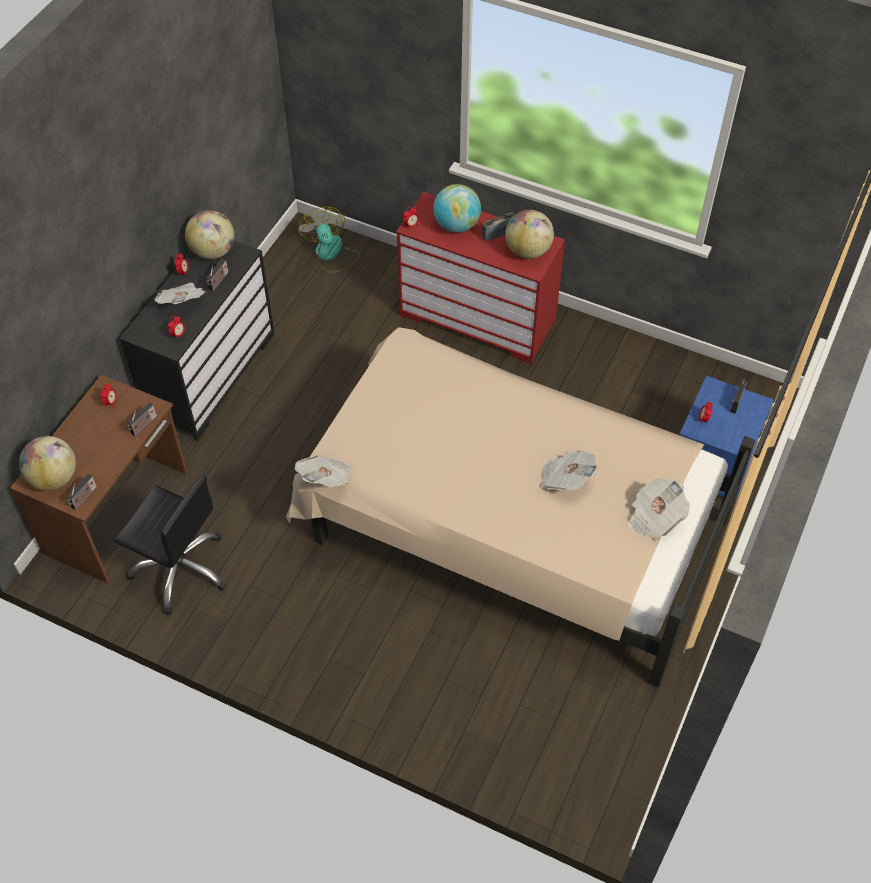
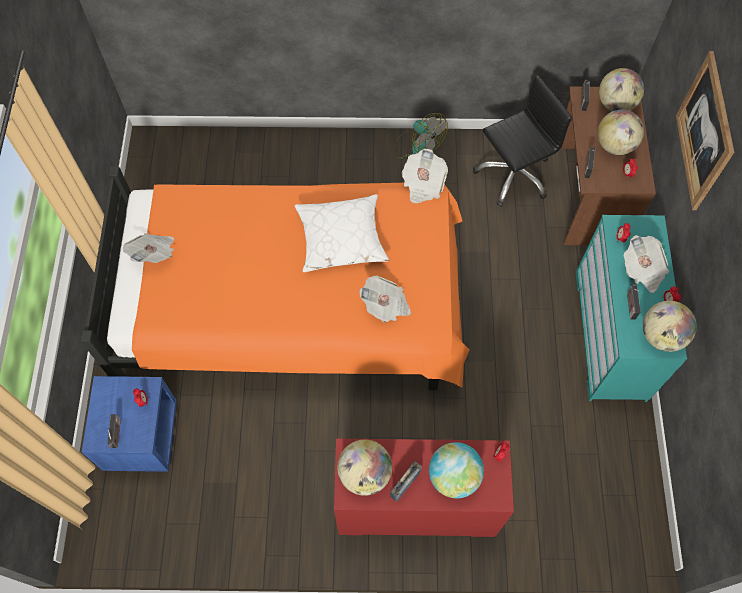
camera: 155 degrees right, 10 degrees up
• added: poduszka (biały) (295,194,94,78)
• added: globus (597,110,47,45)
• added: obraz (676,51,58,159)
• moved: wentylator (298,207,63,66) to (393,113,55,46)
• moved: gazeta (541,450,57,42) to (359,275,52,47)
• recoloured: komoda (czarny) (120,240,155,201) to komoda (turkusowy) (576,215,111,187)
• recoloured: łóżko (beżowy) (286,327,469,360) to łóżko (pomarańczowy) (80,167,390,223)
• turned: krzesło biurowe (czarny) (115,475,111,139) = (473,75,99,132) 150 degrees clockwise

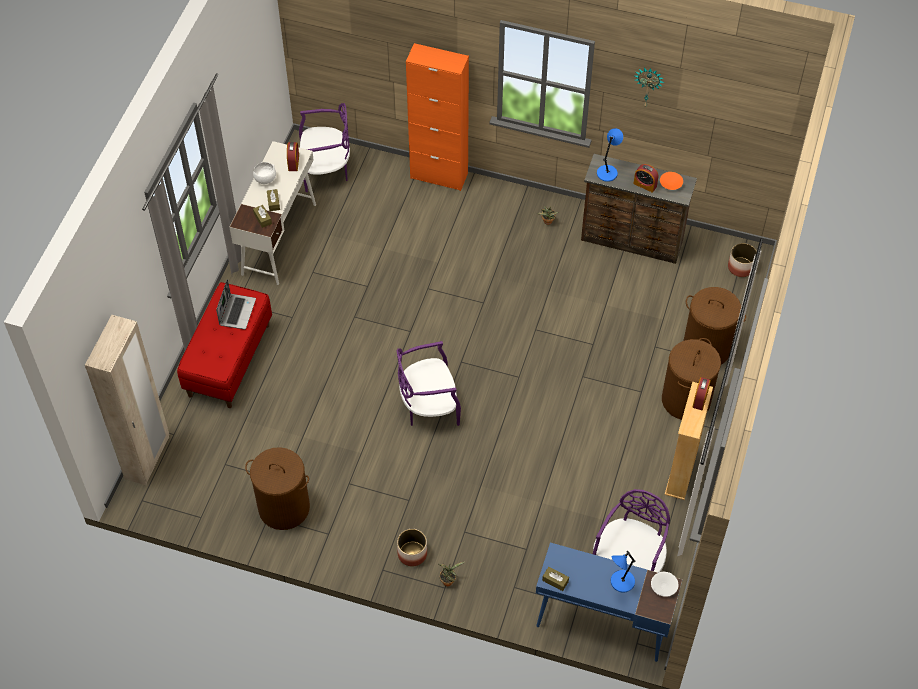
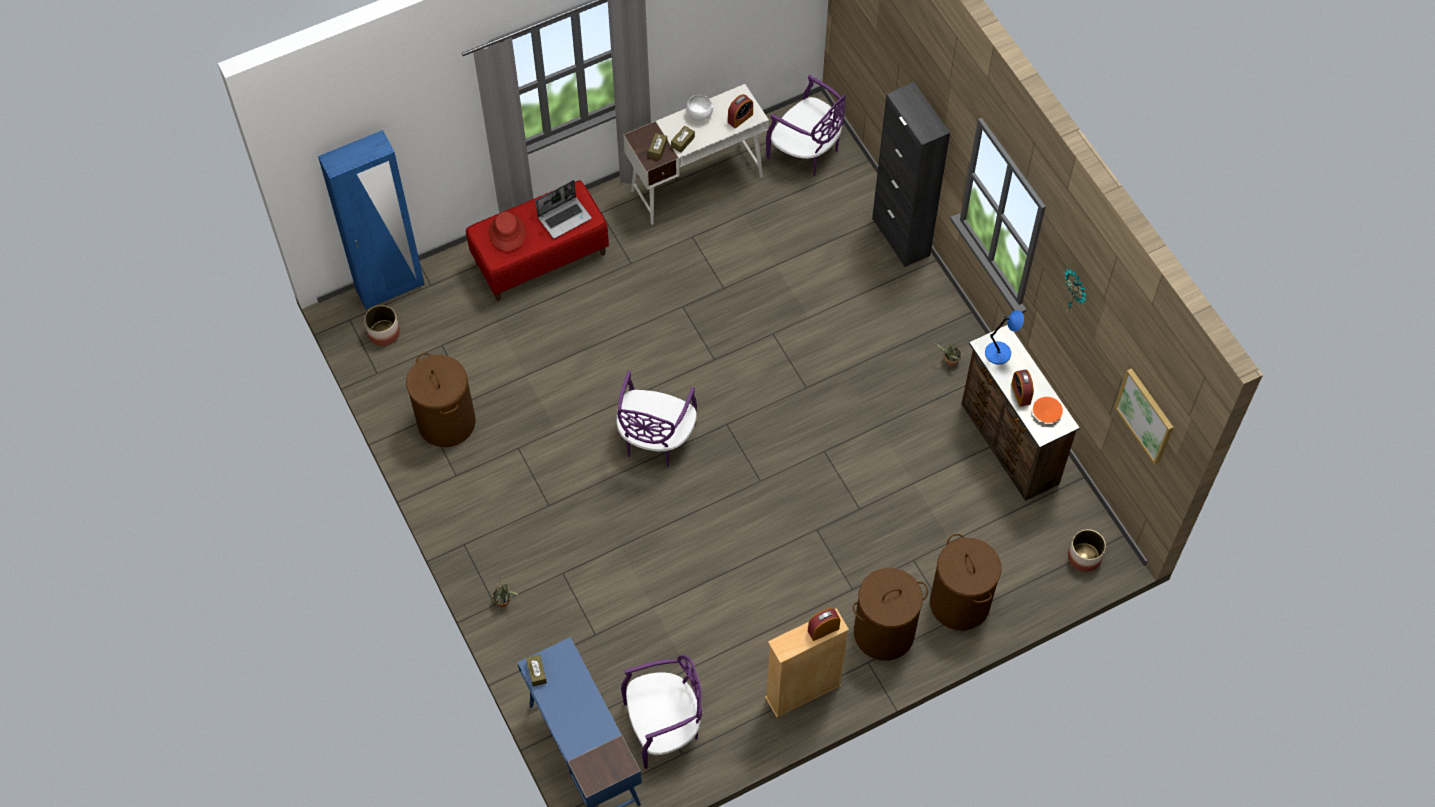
camera: 45 degrees right, 5 degrees up
• removed: lampa stołowa (niebieski) (611,550,25,43)
• removed: miska (biały) (651,572,28,25)
• added: kapelusz (czerwony) (489,212,37,39)
• added: obraz (1115,368,58,97)
• moved: donica (397,529,30,37) to (364,305,36,41)
• recoloured: szafa (beżowy) (85,315,85,170) to szafa (niebieski) (318,130,107,180)
• recoloured: szafka (pomarańczowy) (406,43,63,148) to szafka (czarny) (872,82,78,185)
• turned: krzesło (fioletowy) (396,341,65,85) = (616,371,81,96) 105 degrees counterclockwise

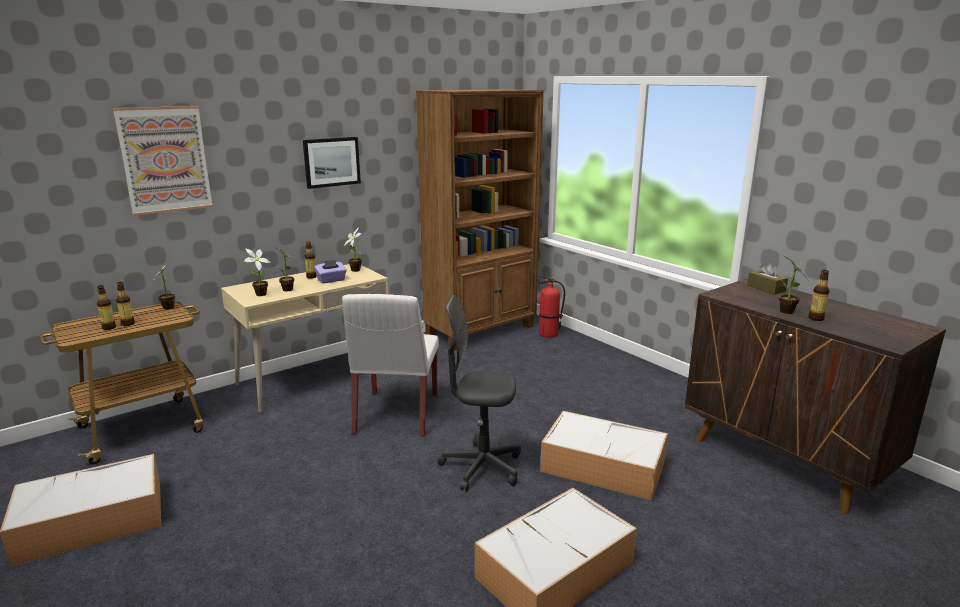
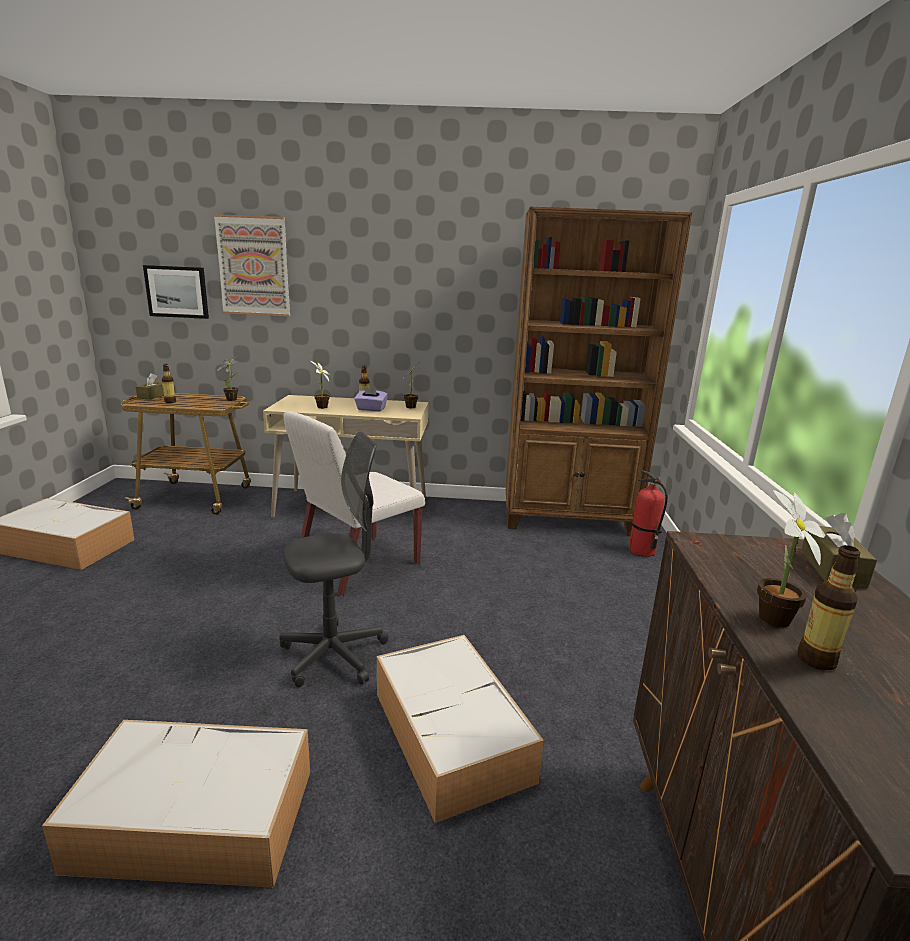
camera: 40 degrees right, 0 degrees up
• removed: butelka (116,282,19,44)
• removed: roślina doniczkowa (244,249,27,47)
• added: pudełko chusteczek (brązowy) (136,373,28,27)
• moved: obraz (303,137,58,52) to (143,265,66,54)
• turned: krzesło biurowe (szary) (438,294,83,197) = (279,431,109,256) 105 degrees clockwise

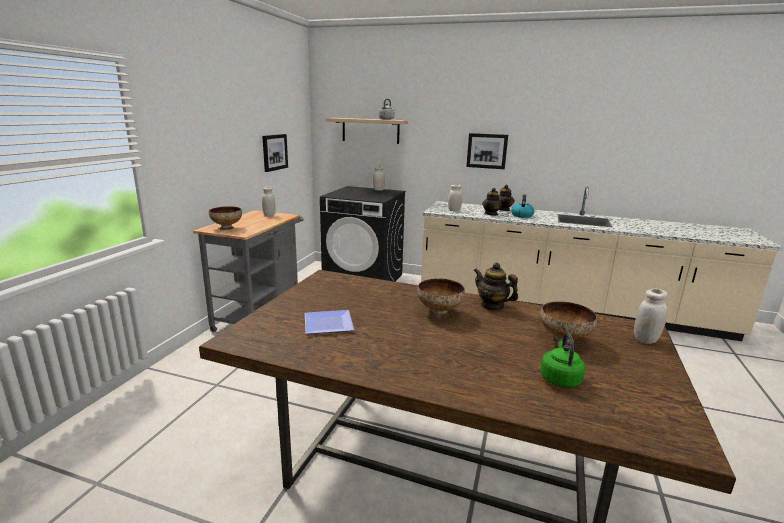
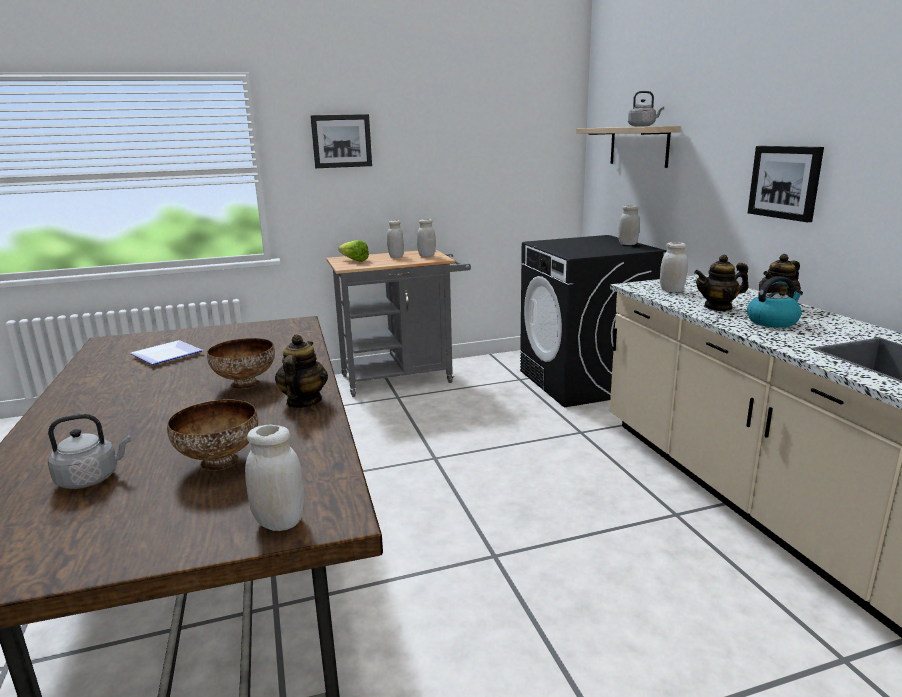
camera: 55 degrees right, 0 degrees up
• added: słoik (biały) (387,220,17,38)
• moved: obraz (262,134,26,38) to (310,114,62,54)
• replaced: miska (209,206,33,24) to sałata (338,240,31,22)
• recoloured: czajnik (zielony) (541,332,44,56) to czajnik (szary) (48,414,83,75)

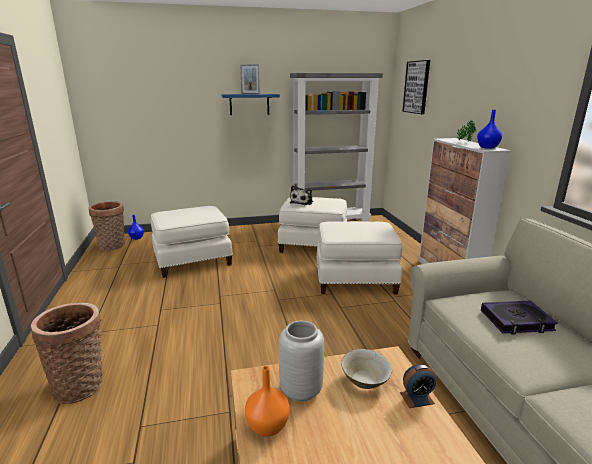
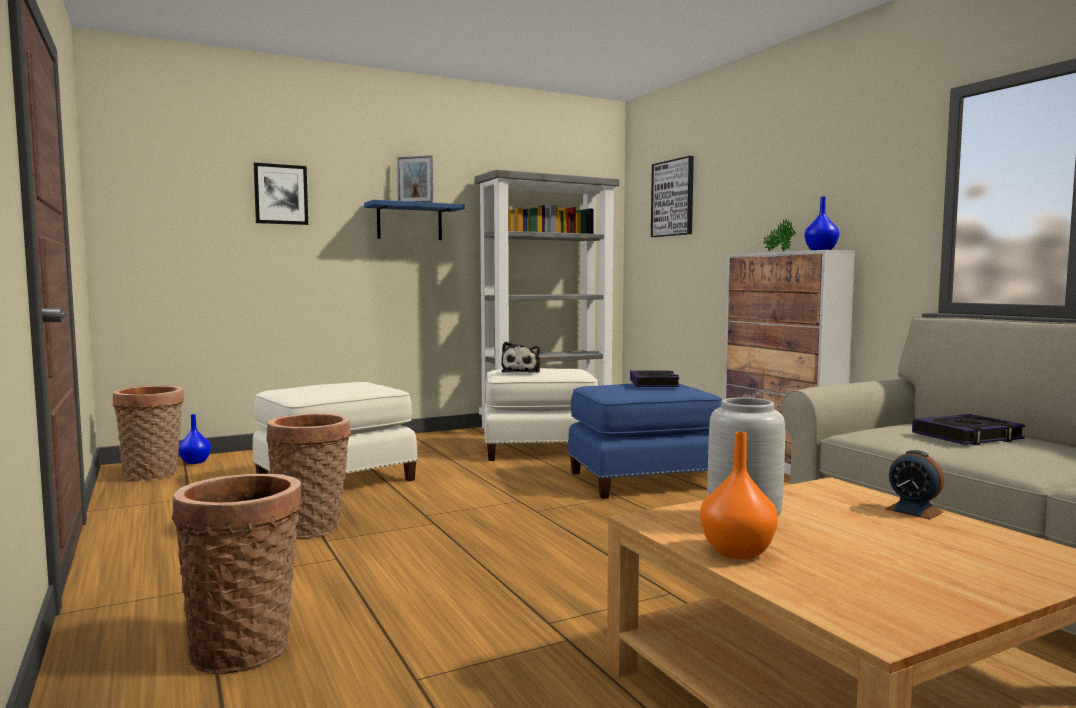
camera: 15 degrees left, 15 degrees down
• removed: miska (beżowy) (341,349,51,40)
• added: obraz (254,163,54,62)
• added: koszyk (266,413,85,126)
• added: książka (630,370,49,17)
• recoloured: pufa (biały) (316,221,86,74) to pufa (niebieski) (567,384,155,115)
• turned: budzik (400,364,36,44) = (886,450,58,70) 75 degrees clockwise

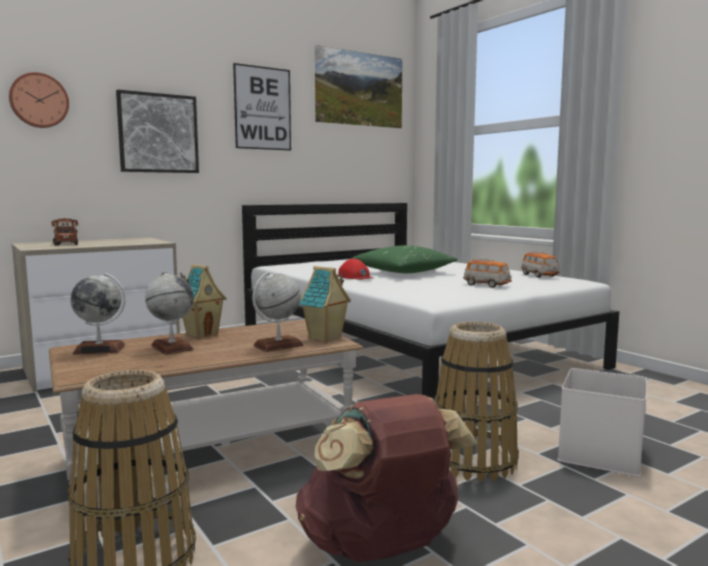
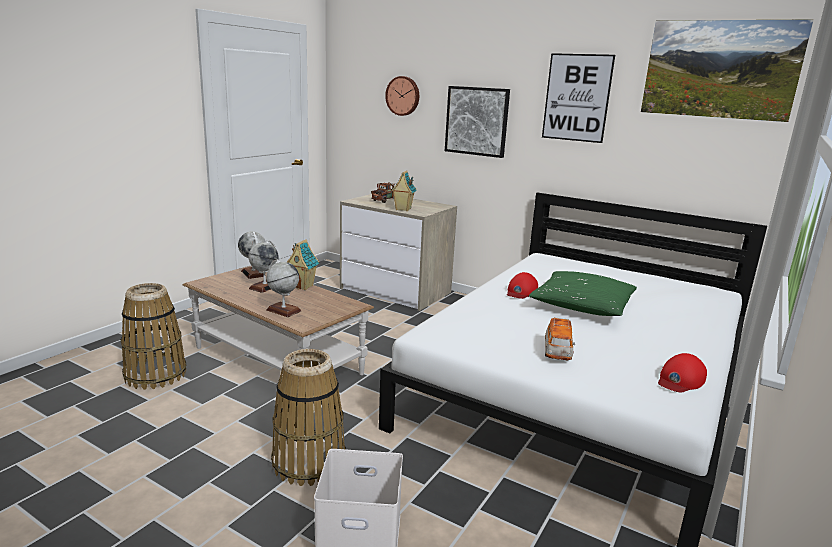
camera: 65 degrees right, 10 degrees up
• removed: plecak (brązowy) (296,394,182,168)
• moved: domek (299,266,52,76) to (391,170,26,41)
• replaced: samochodzik (521,251,39,27) to czapka z daszkiem (czerwony) (658,353,49,39)

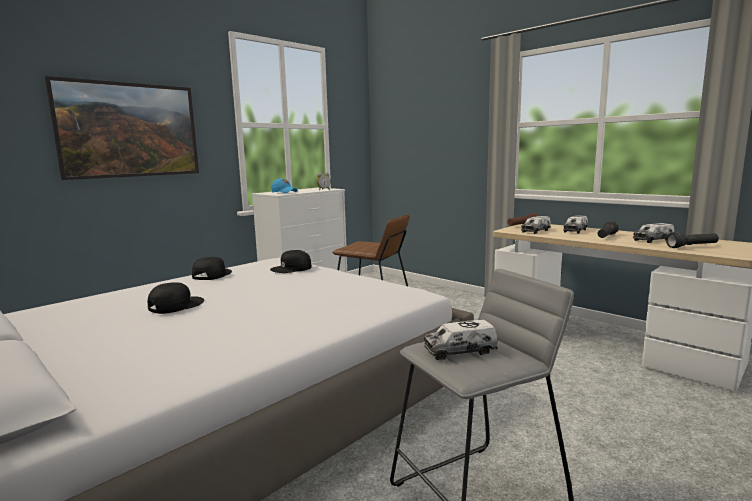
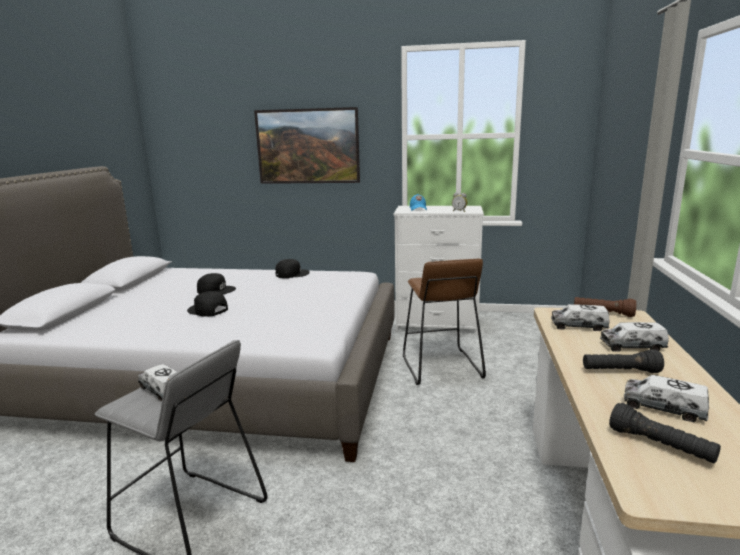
camera: 55 degrees right, 5 degrees up
• moved: czapka z daszkiem (czarny) (270,250,41,23) to (187,291,41,26)

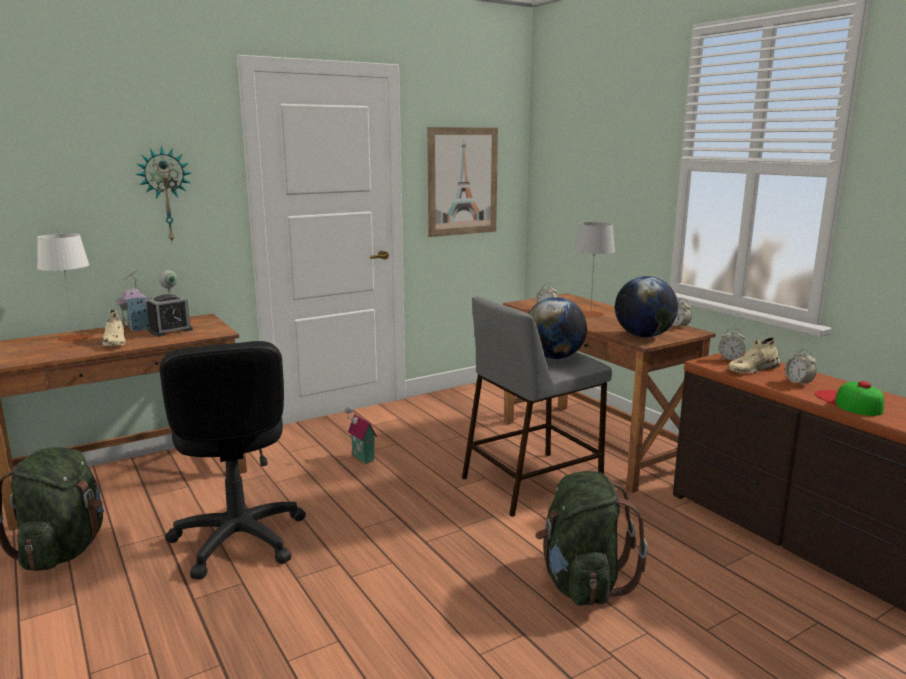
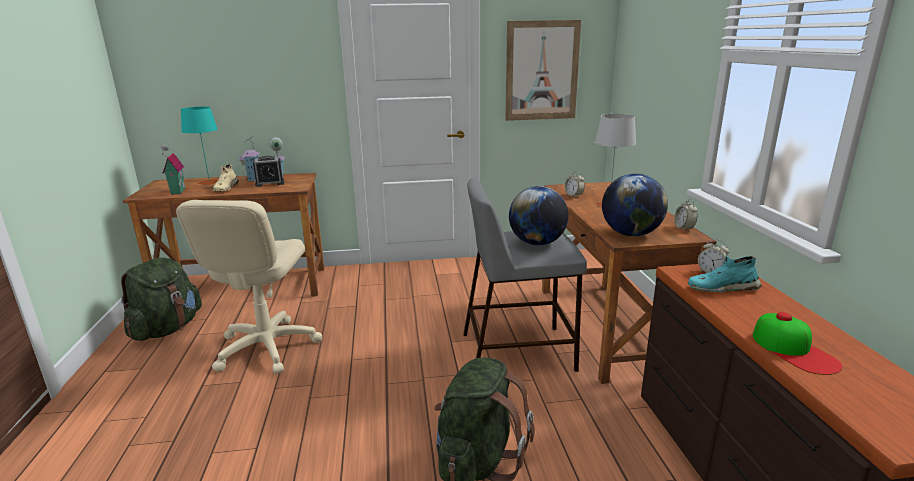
camera: 25 degrees right, 5 degrees up
• removed: zegar ścienny (136,146,55,96)
• removed: budzik (785,349,31,36)
• moved: domek (345,407,32,57) to (160,145,25,50)
• recoloured: lampa stołowa (biały) (37,233,55,109) to lampa stołowa (turkusowy) (181,107,38,78)
• recoloured: krzesło biurowe (czarny) (160,341,146,238) to krzesło biurowe (beżowy) (176,200,146,174)
• recoloured: but (beżowy) (728,337,53,36) to but (turkusowy) (688,255,74,37)
• turned: czapka z daszkiem (814,381,70,35) = (753,312,89,63) 150 degrees clockwise

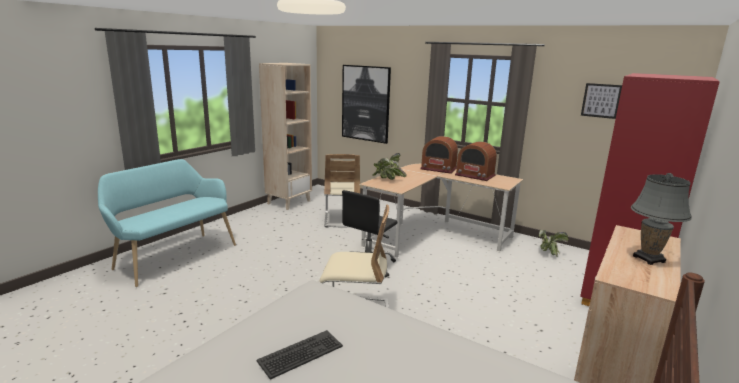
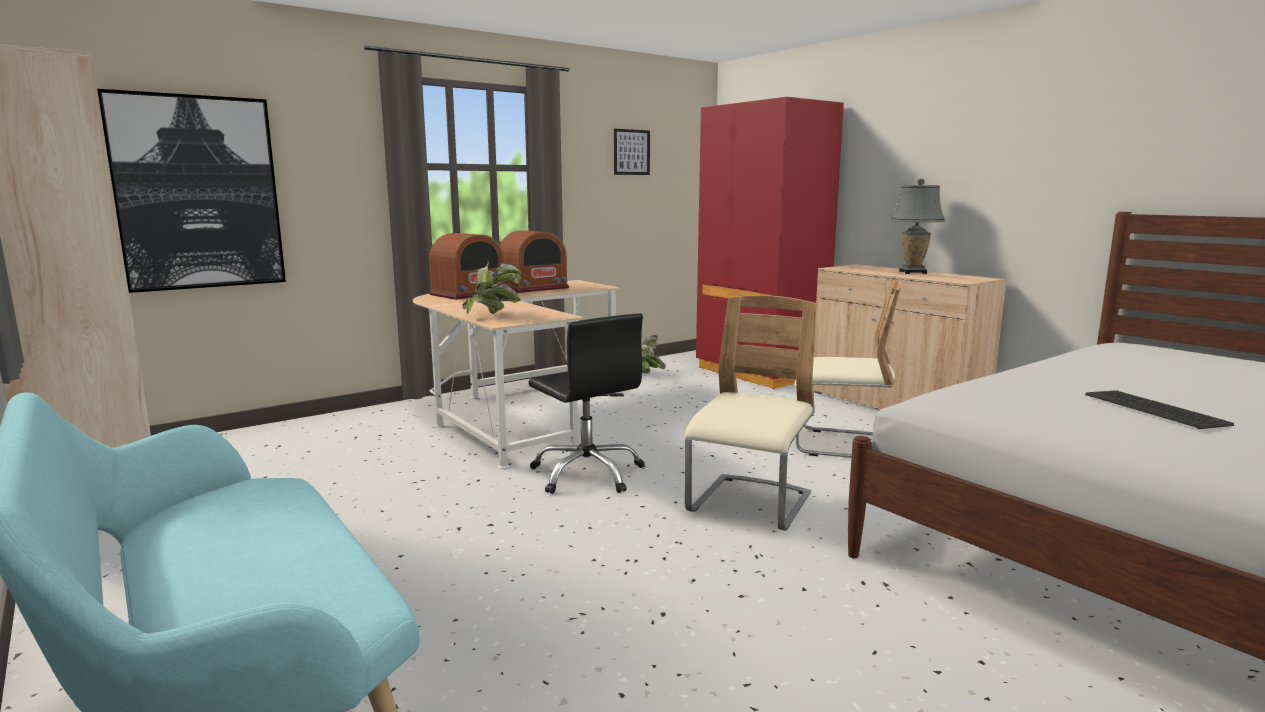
camera: 70 degrees left, 5 degrees down
• moved: krzesło (beżowy) (324,154,36,73) to (794,280,108,178)

